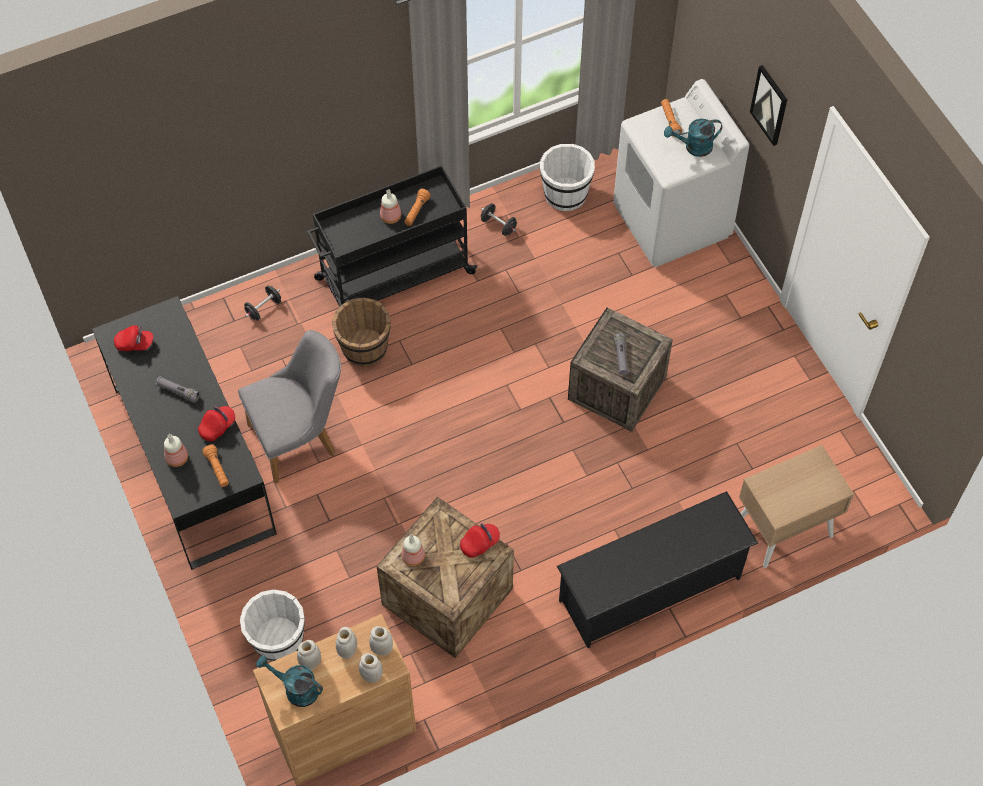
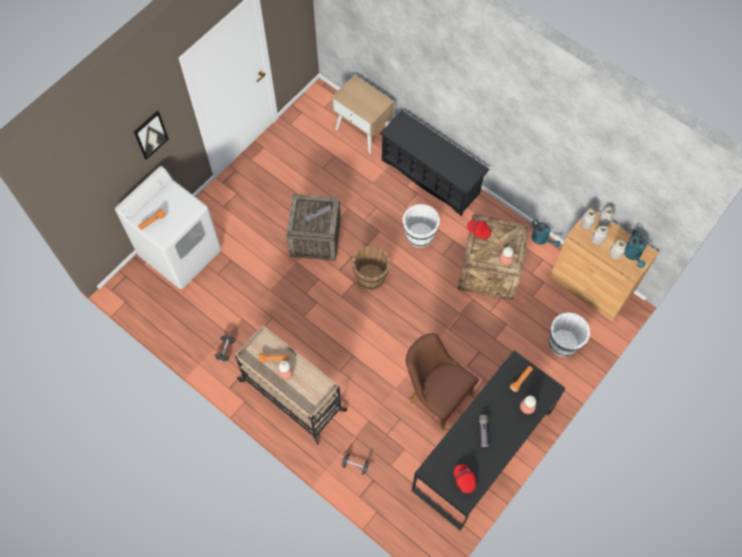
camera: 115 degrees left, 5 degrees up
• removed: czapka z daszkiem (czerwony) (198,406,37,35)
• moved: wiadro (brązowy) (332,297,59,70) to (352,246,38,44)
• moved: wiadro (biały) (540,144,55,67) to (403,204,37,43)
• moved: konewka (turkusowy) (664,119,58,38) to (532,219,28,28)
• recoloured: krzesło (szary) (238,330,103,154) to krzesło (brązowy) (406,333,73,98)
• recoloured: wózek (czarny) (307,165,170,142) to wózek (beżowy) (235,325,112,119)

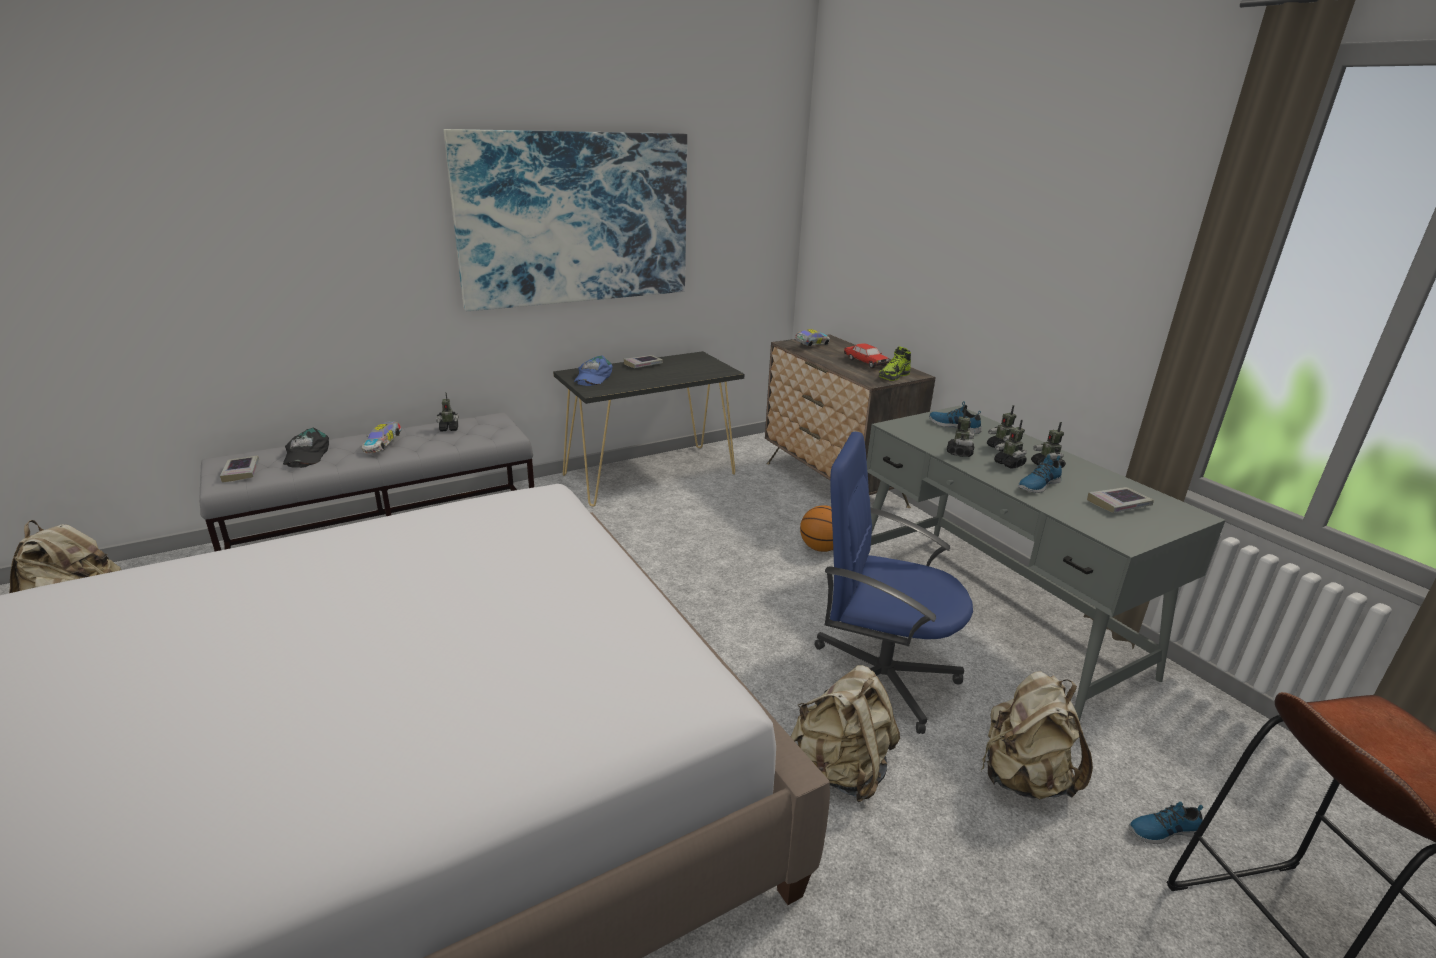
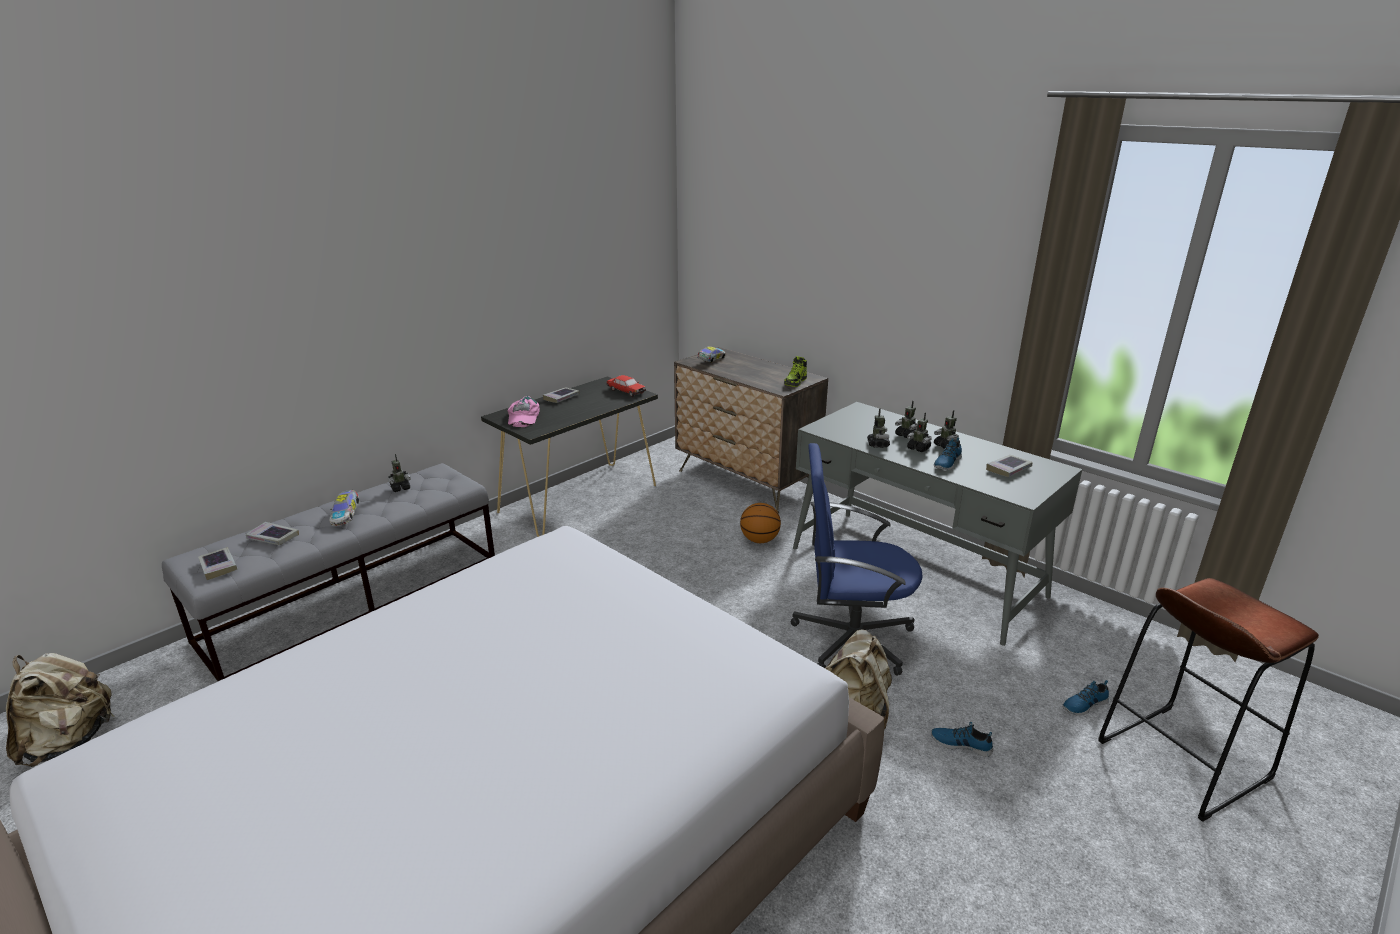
camera: 15 degrees left, 0 degrees up
• removed: obraz (444,129,243,182)
• removed: plecak (beżowy) (981,671,112,129)
• moved: samochodzik (844,343,45,26) to (607,375,39,22)
• moved: but (929,401,53,33) to (931,722,62,35)
• replaced: czapka z daszkiem (czarny) (283,427,46,41) to książka (246,522,53,23)
• recoloured: czapka z daszkiem (niebieski) (574,356,39,30) to czapka z daszkiem (różowy) (508,396,32,31)

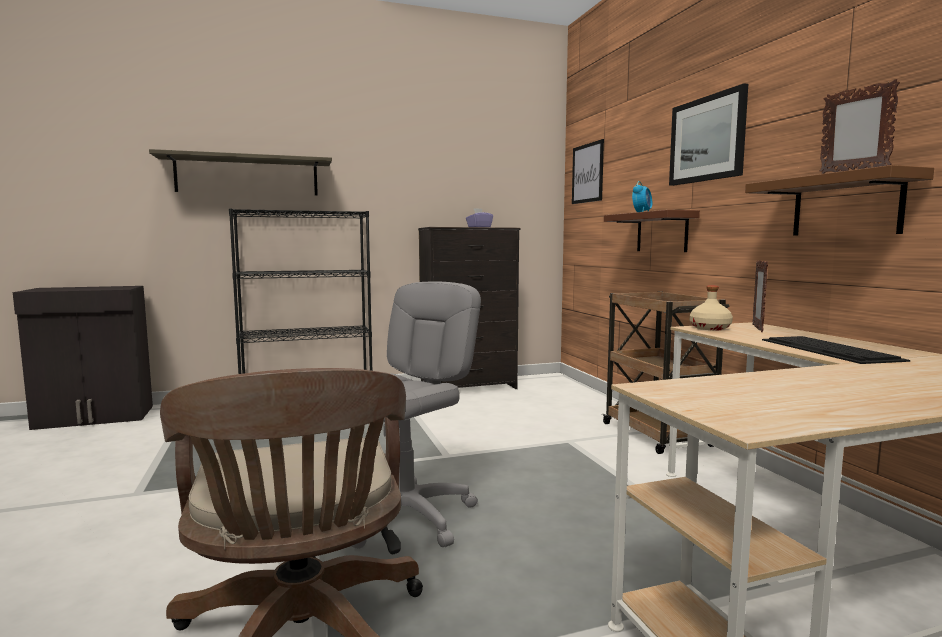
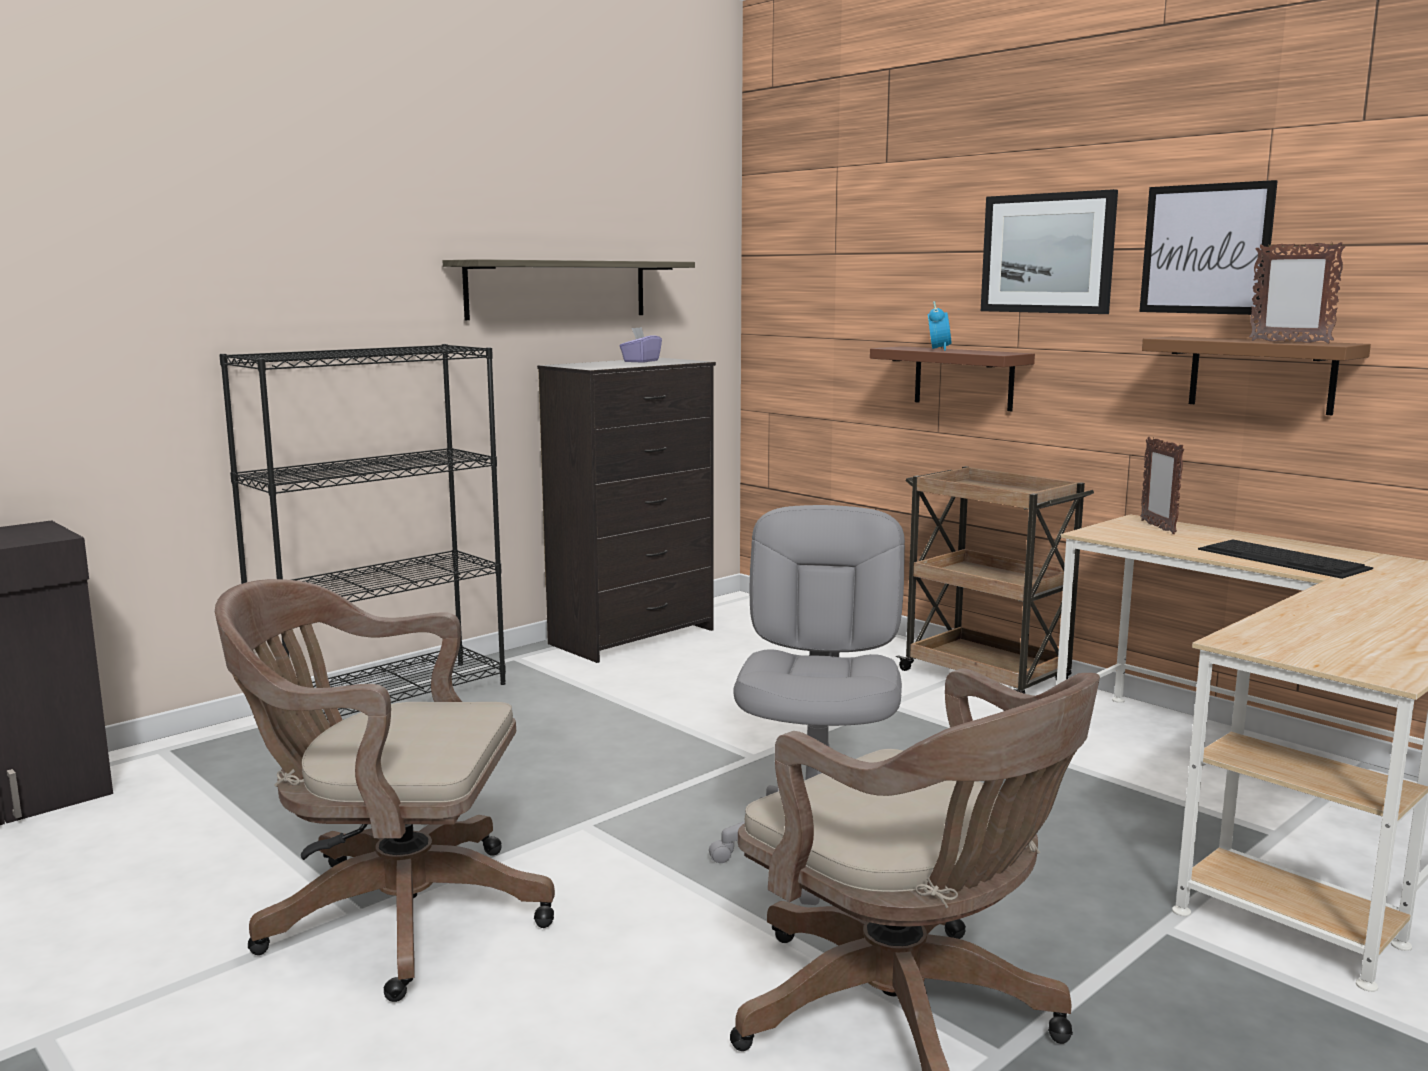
camera: 25 degrees left, 5 degrees up
• removed: butelka (beżowy) (690,286,43,44)
• added: krzesło biurowe (brązowy) (215,579,340,423)
• moved: półka (149,149,183,47) to (443,259,252,61)
• moved: obraz (572,139,32,65) to (1139,180,139,135)

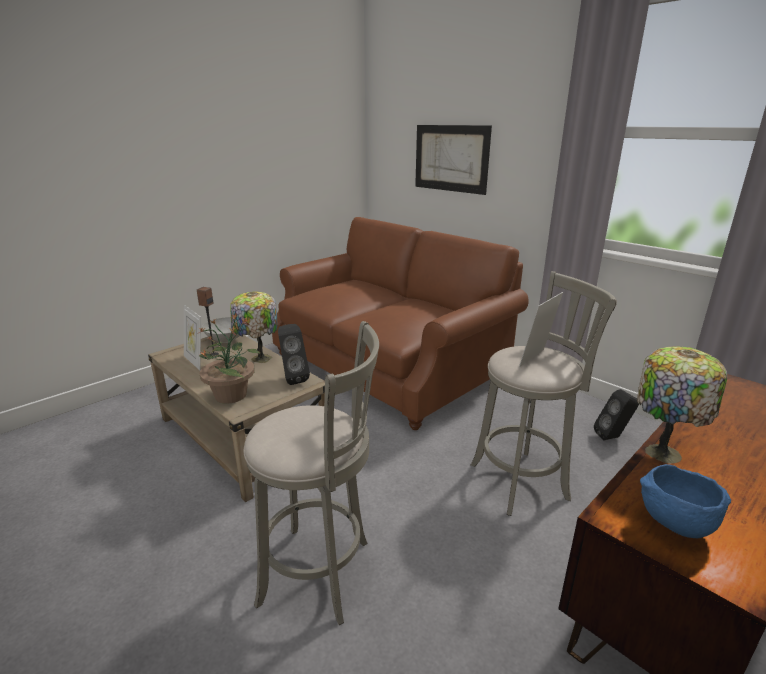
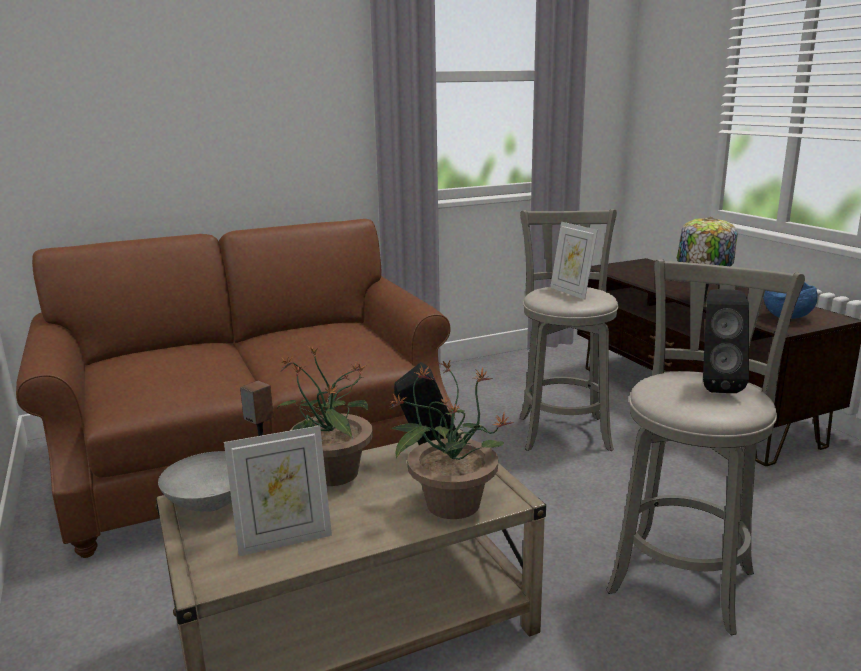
camera: 70 degrees left, 5 degrees down
• removed: obraz (415,125,77,70)
• moved: głośnik (czarny) (594,389,45,51) to (703,289,46,104)
• replaced: lampa stołowa (230,291,48,72) to roślina doniczkowa (276,346,97,140)

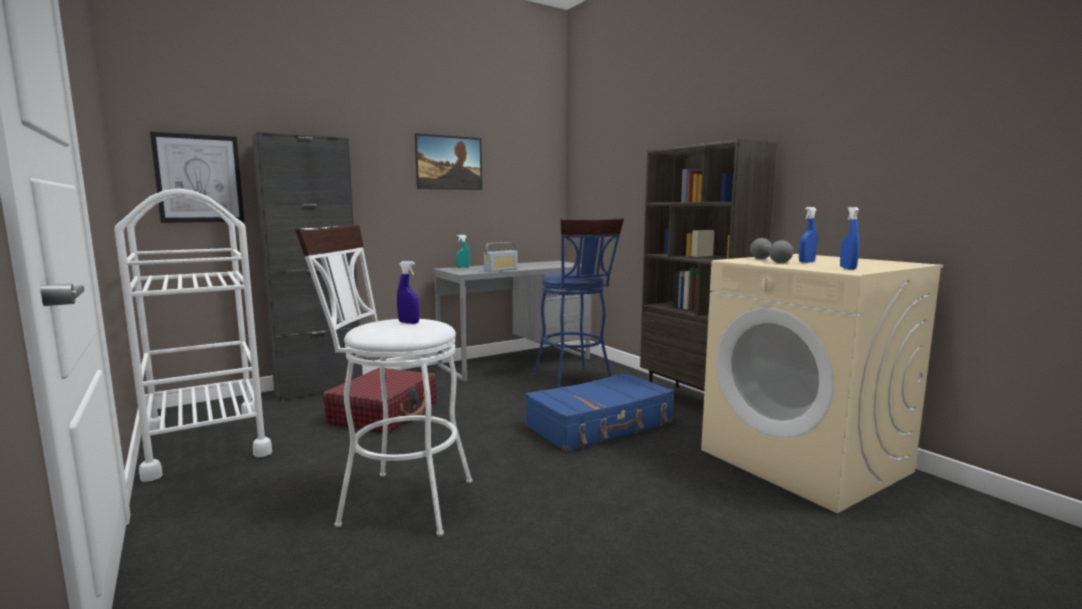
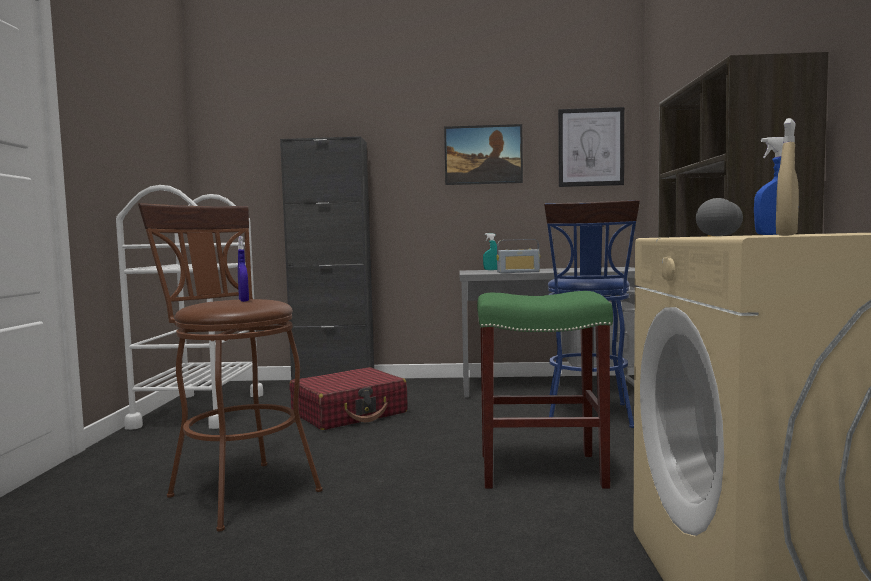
camera: 35 degrees right, 5 degrees down
• moved: obraz (150,131,95,92) to (558,107,66,80)
• replaced: walizka (niebieski) (526,372,148,80) to stołek (zielony) (477,291,136,198)
• recoloured: stołek (biały) (295,224,177,312) to stołek (brązowy) (138,203,185,329)
• recoloured: spryskiwacz (niebieski) (840,207,19,63) to spryskiwacz (beżowy) (776,118,23,118)

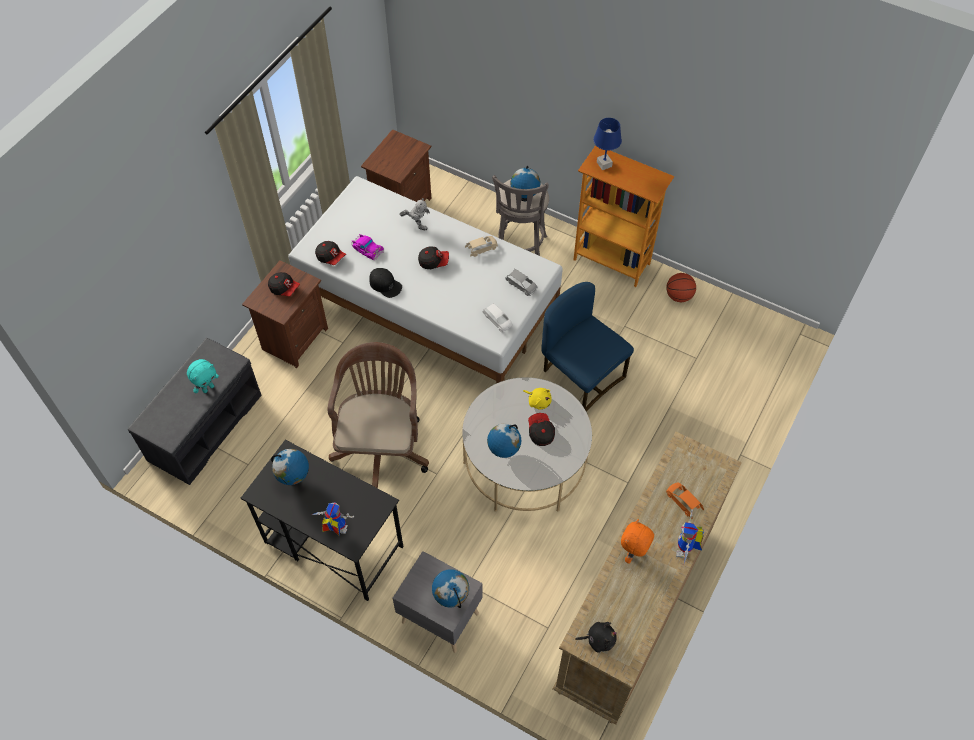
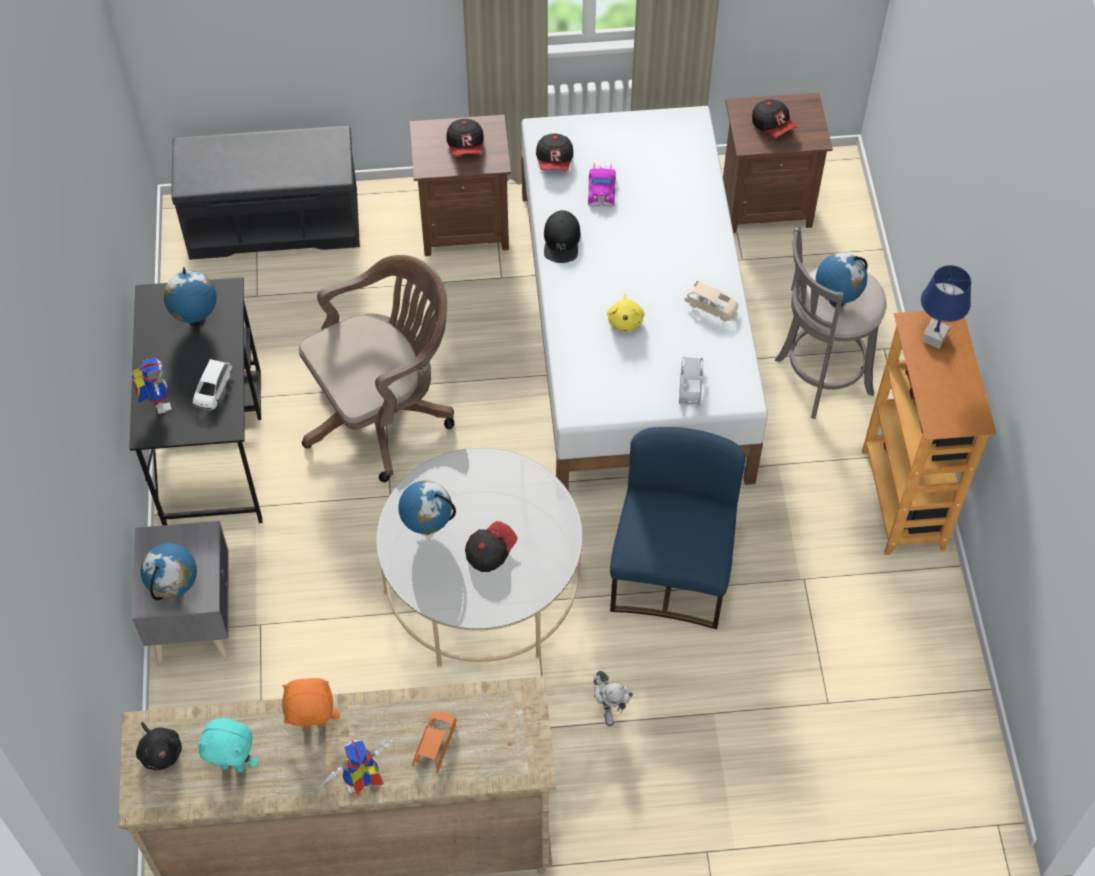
camera: 55 degrees right, 0 degrees up
• removed: piłka do koszykówki (666,273,30,29)
• moved: pluszak (turkusowy) (187,359,32,34) to (196,718,63,54)
• moved: robot zabawkowy (399,198,31,32) to (594,671,39,55)
• moved: czapka z daszkiem (418,246,31,23) to (752,99,45,38)
• moved: samochodzik (biały) (483,303,30,30) to (193,359,39,51)
• moved: pluszak (żółty) (523,388,29,22) to (607,294,37,38)

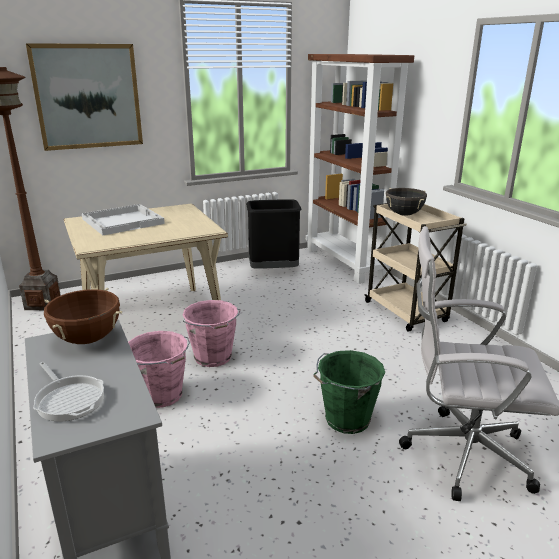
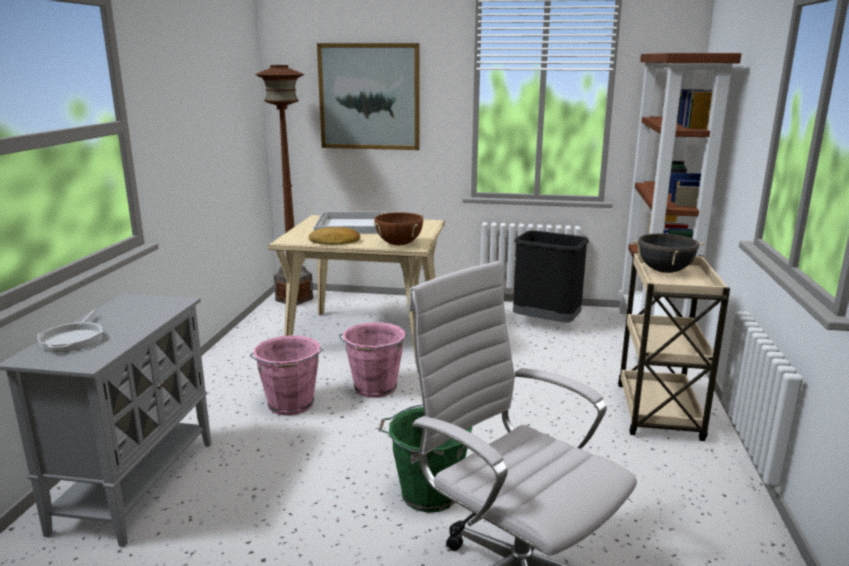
camera: 35 degrees right, 5 degrees down
• added: chleb (309,227,51,18)
• moved: garnek (brązowy) (44,288,78,56) to (373,212,50,33)

